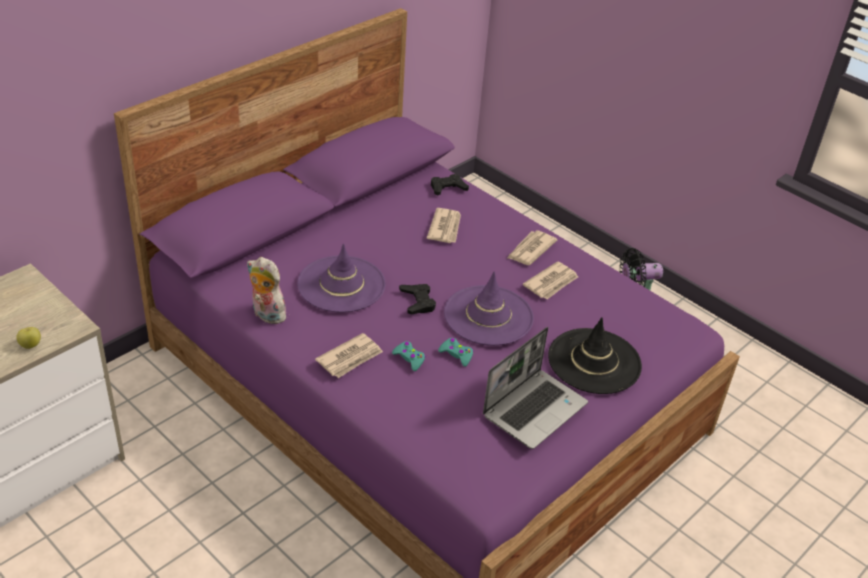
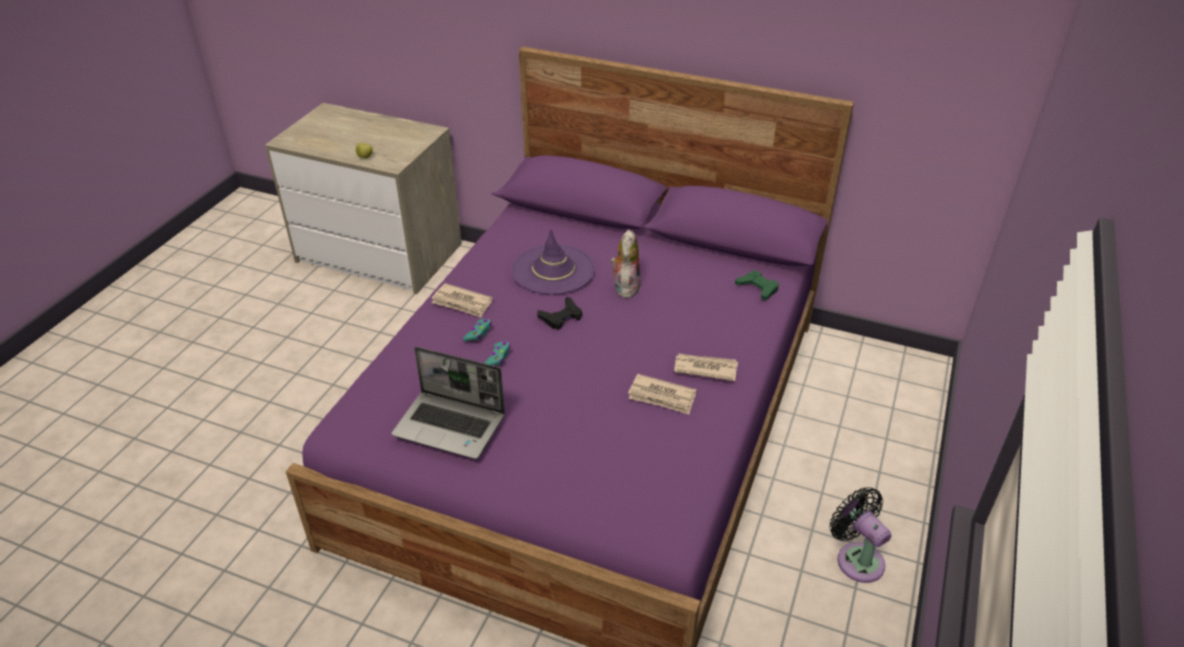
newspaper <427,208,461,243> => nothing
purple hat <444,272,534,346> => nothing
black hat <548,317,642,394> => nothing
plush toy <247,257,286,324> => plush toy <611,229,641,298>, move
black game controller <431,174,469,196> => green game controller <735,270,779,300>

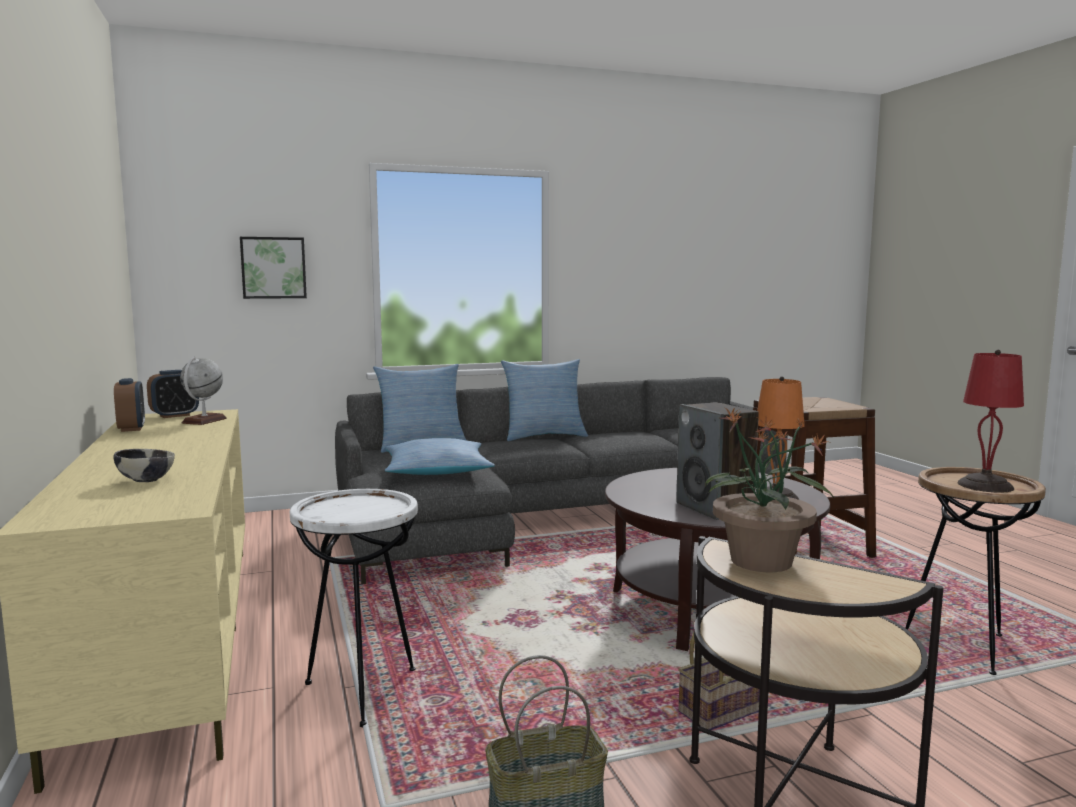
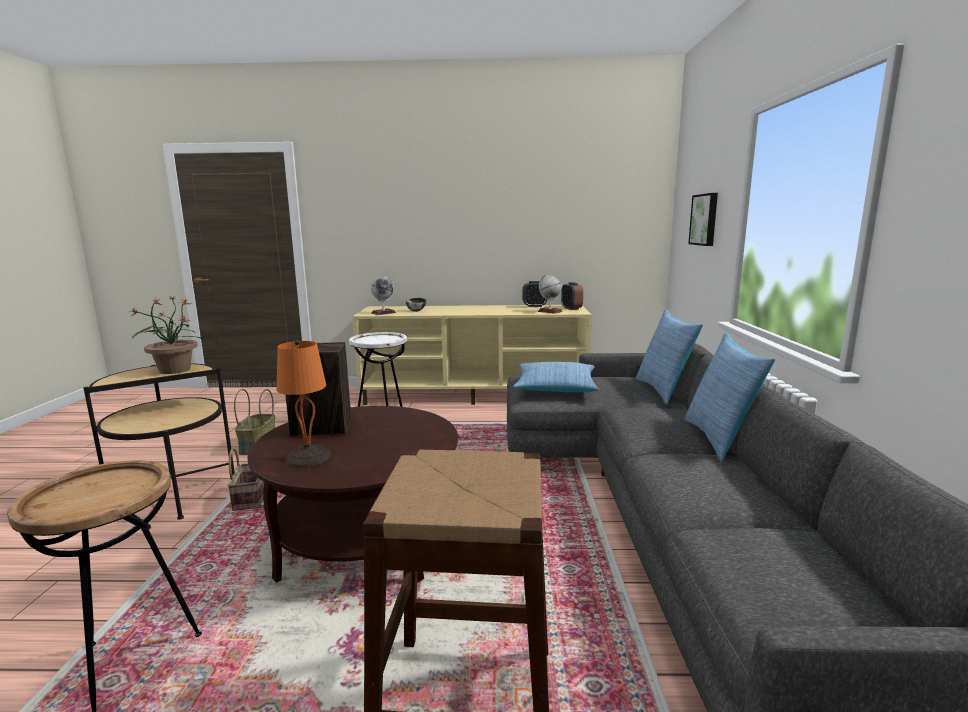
red table lamp <958,350,1024,493> => nothing
nothing => globe <371,276,396,315>

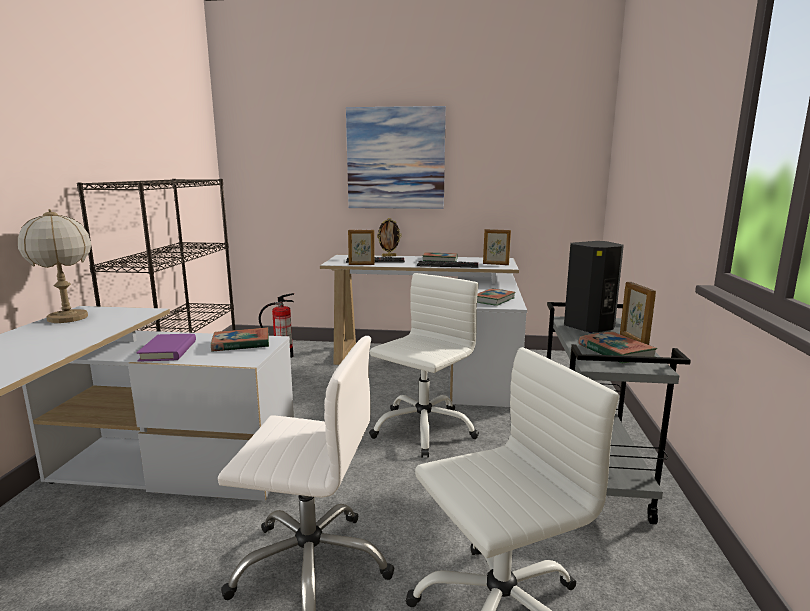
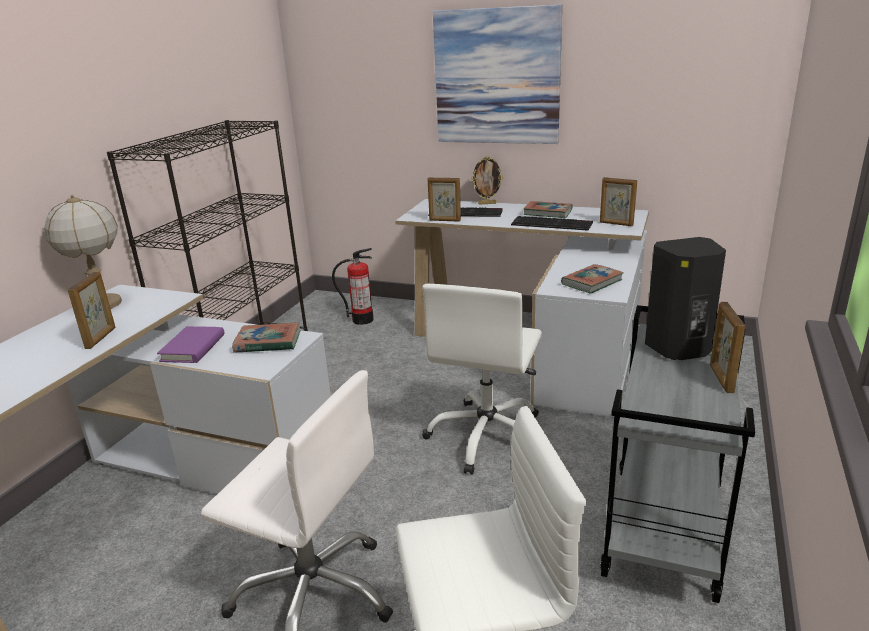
book <578,332,658,364> => nothing
nothing => picture frame <68,271,116,349>
white office chair <369,273,479,458> => white office chair <422,284,542,475>, 150 degrees clockwise

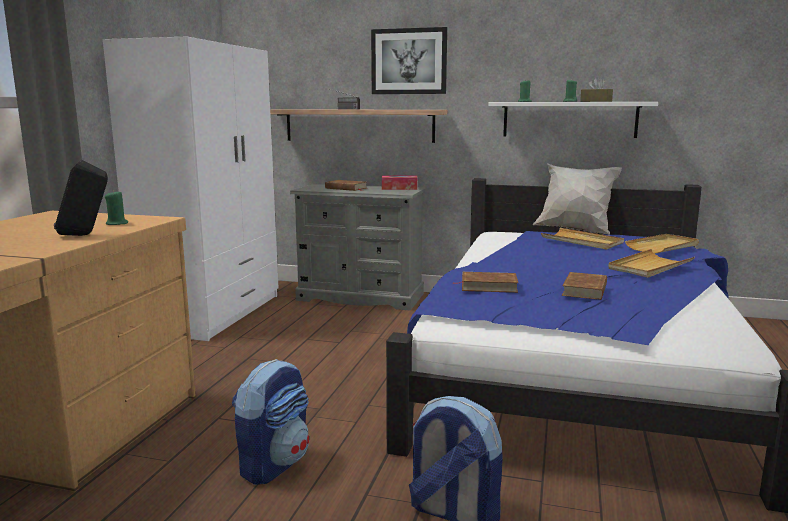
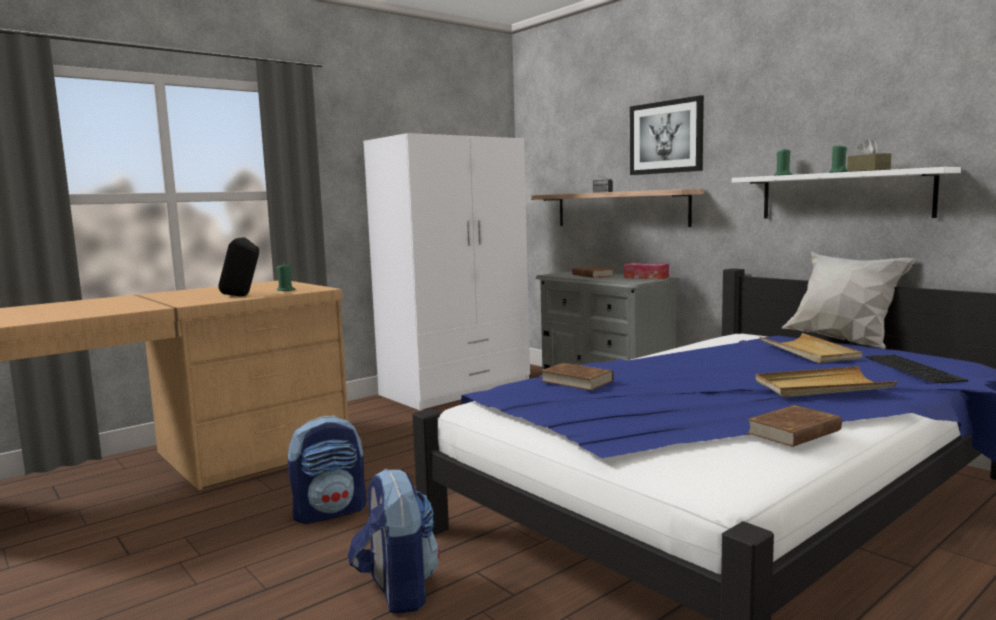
brown book <562,272,607,300> => brown book <746,405,842,447>, move
beige tray <625,234,699,254> => keyboard <865,355,968,383>

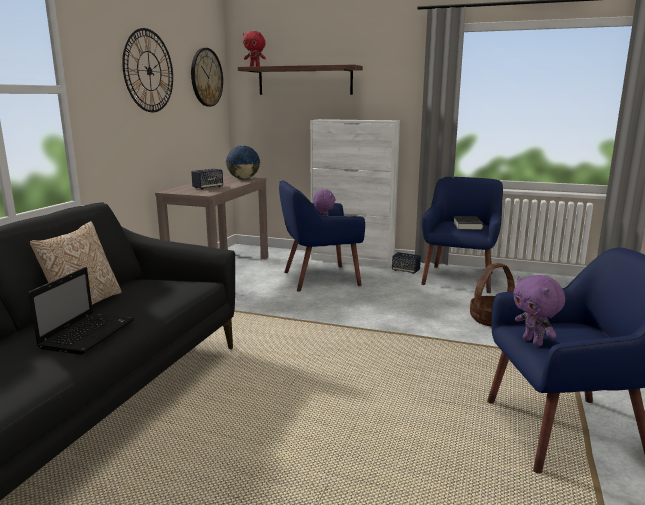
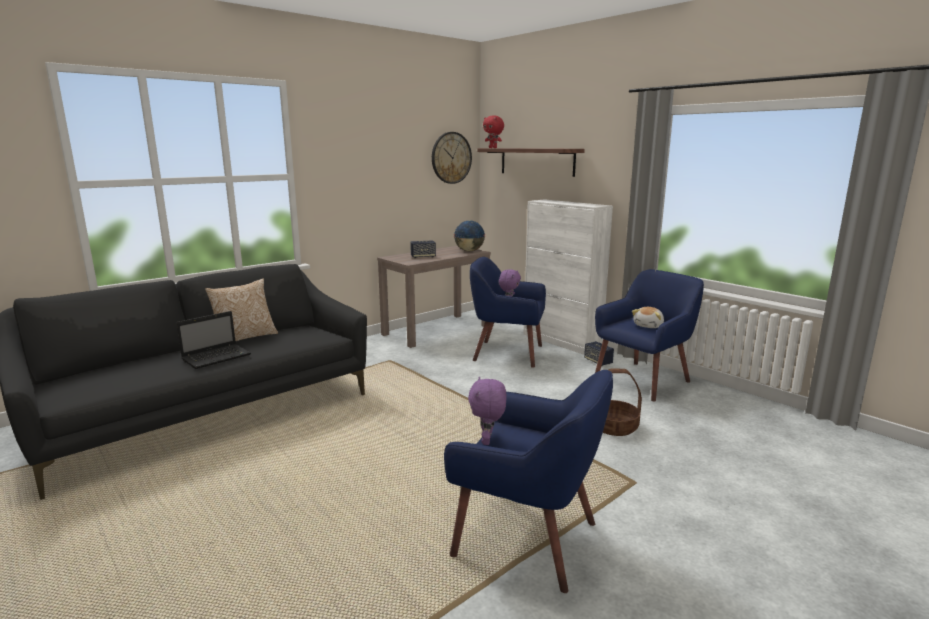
wall clock <122,28,173,112> => nothing
black book <453,216,484,231> => plush toy <632,307,664,328>

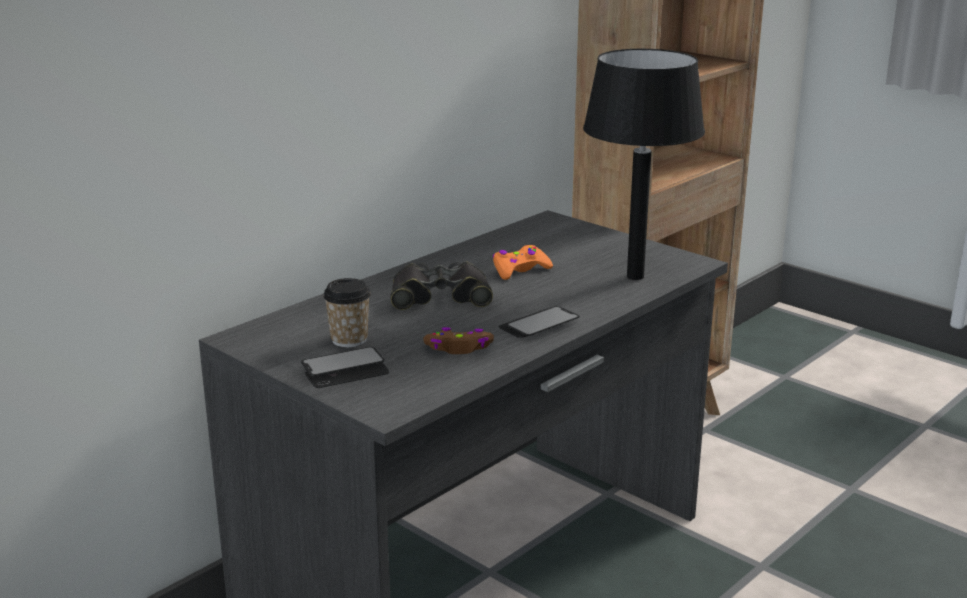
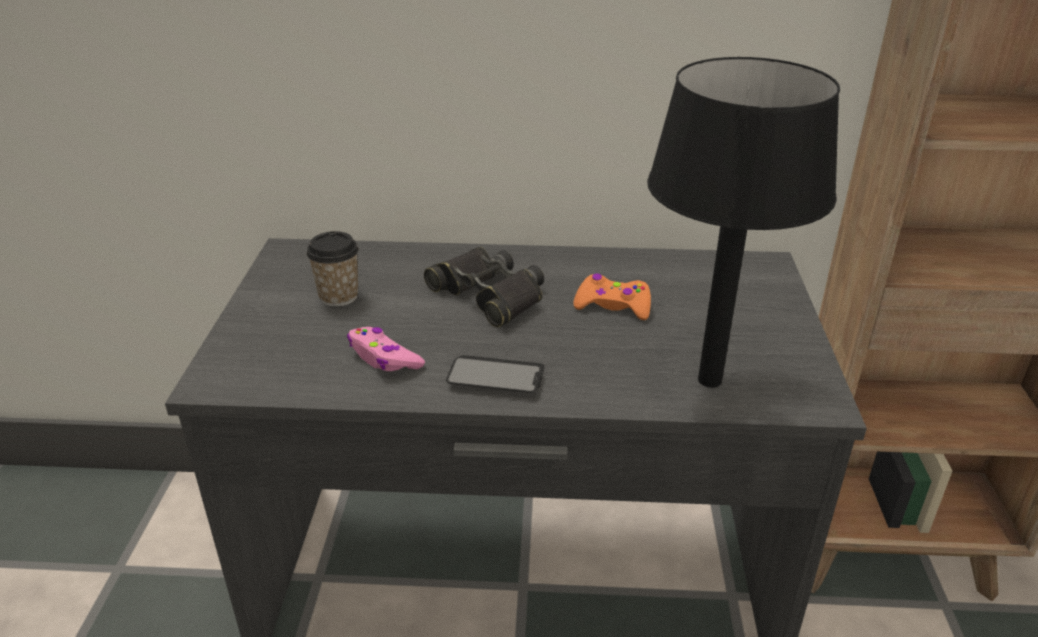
phone <301,347,389,388> => nothing
brown game controller <423,327,494,354> => pink game controller <347,327,425,371>

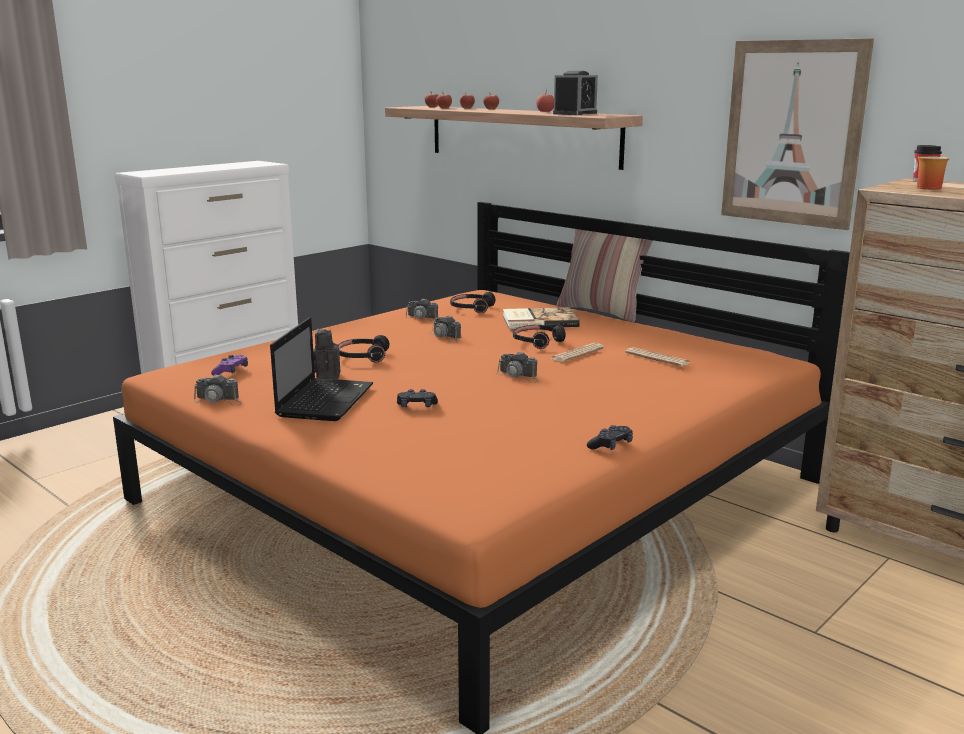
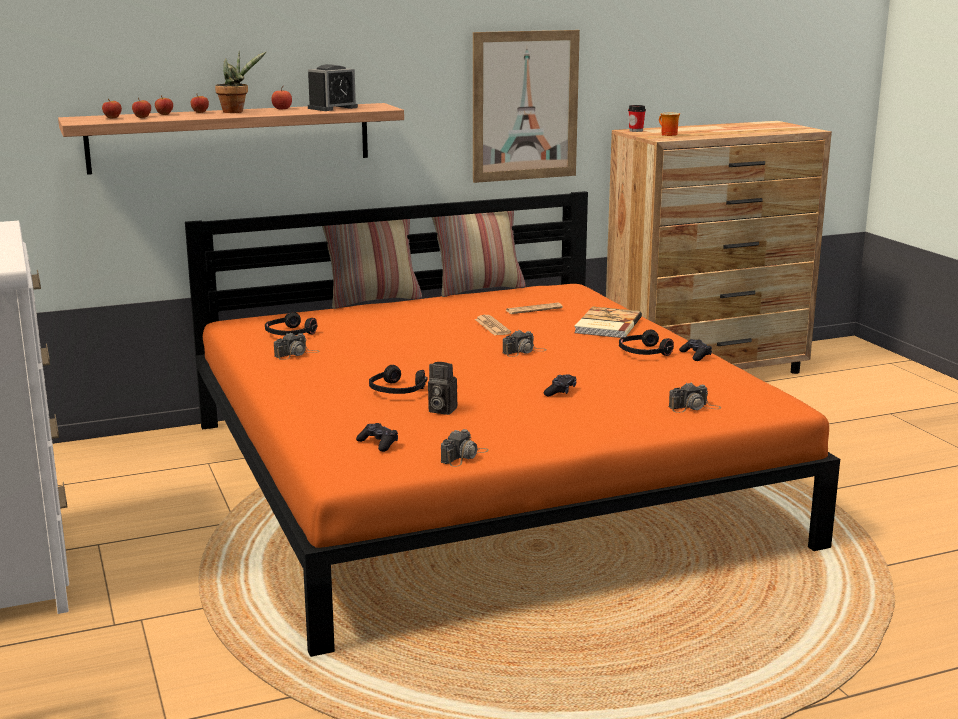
laptop <270,317,373,421> => nothing
nothing => potted plant <215,51,266,113>
nothing => pillow <432,211,526,297>
photo camera <429,316,461,343> => photo camera <669,382,721,413>, move
book <503,307,580,329> => book <574,307,642,338>, move
black headphones <513,325,566,349> => black headphones <619,330,674,356>, move
purple game controller <211,355,248,376> => black game controller <356,423,398,452>
alarm clock <553,71,598,115> => alarm clock <308,64,358,111>, 75 degrees clockwise

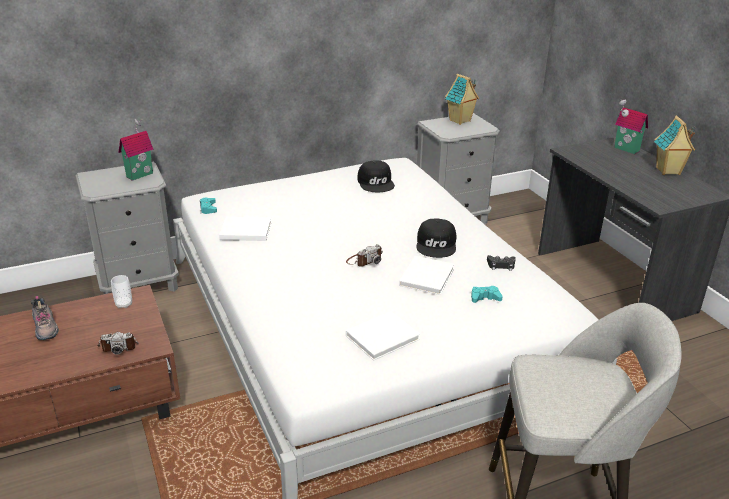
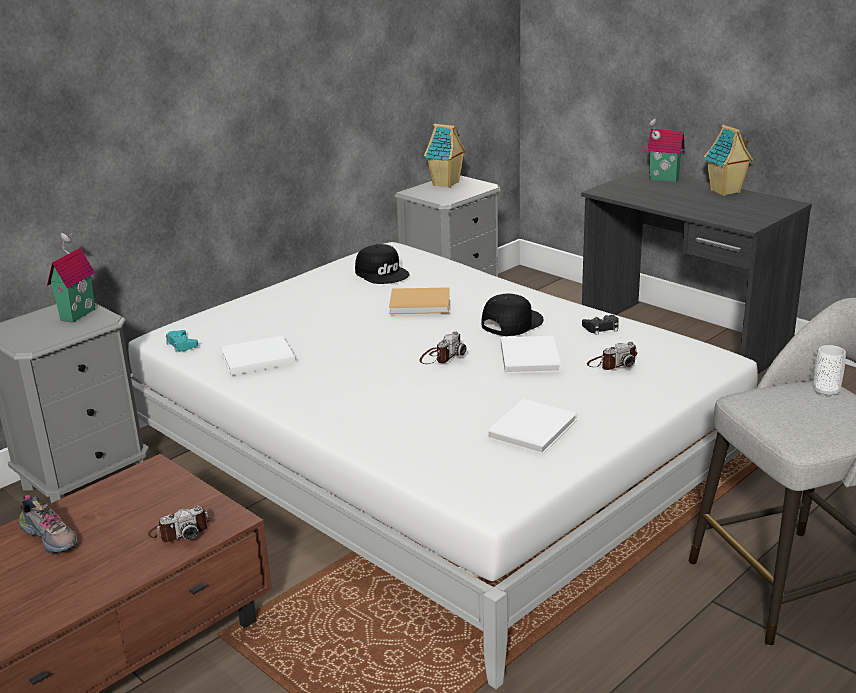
nothing => beige book <389,287,450,314>
cup <111,275,132,308> => cup <813,345,846,397>, move
turquoise game controller <471,286,503,303> => photo camera <587,342,637,370>
black cap <416,219,456,258> => black cap <482,294,544,336>, 120 degrees counterclockwise

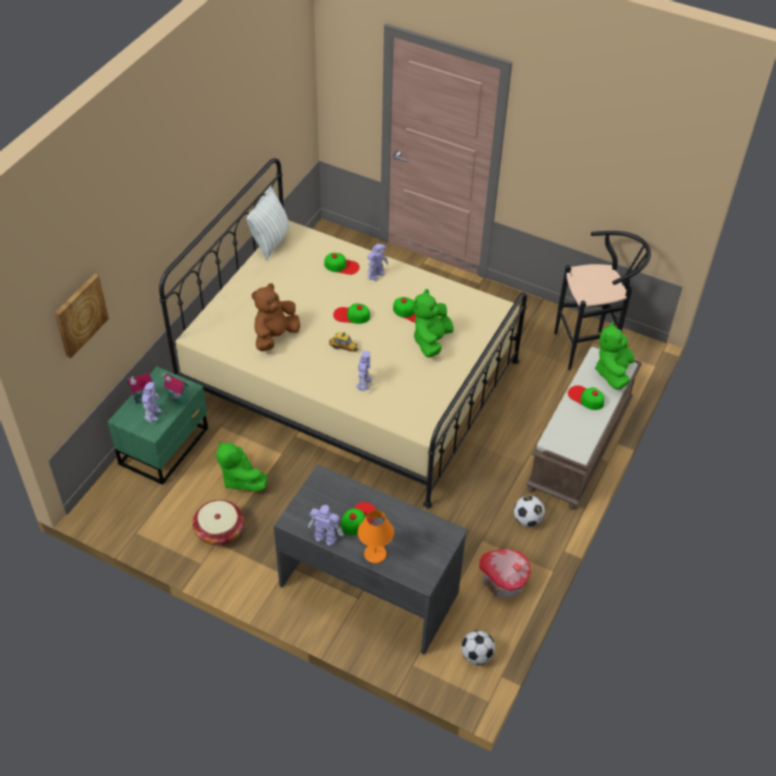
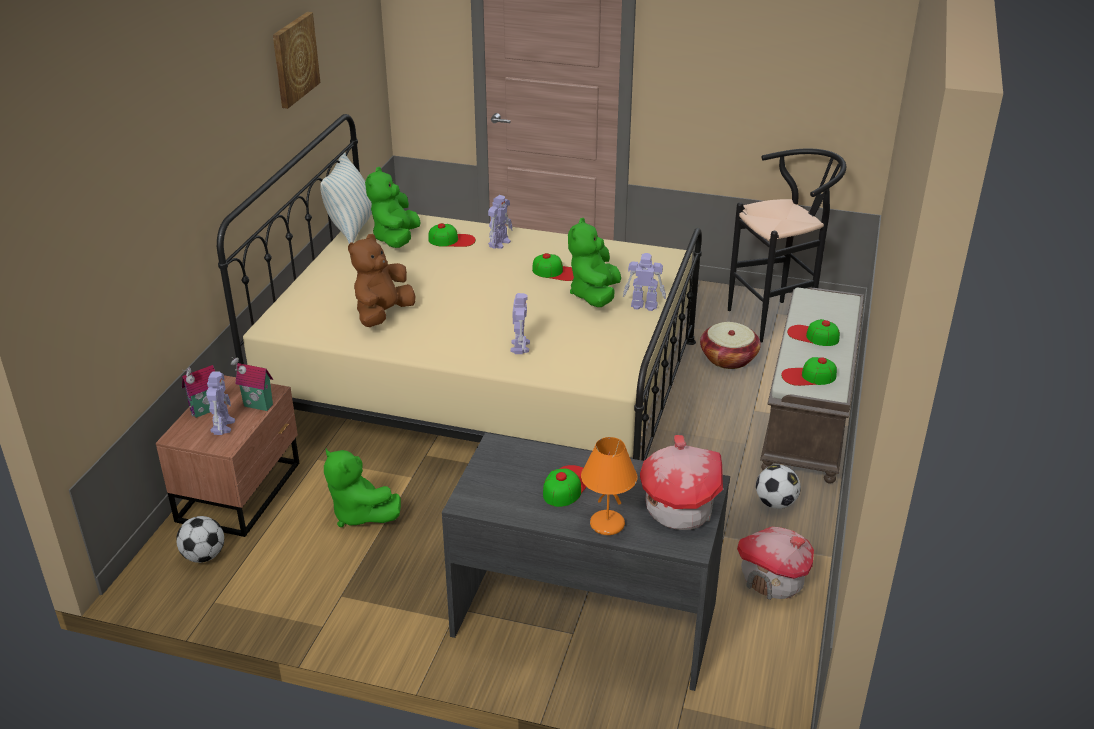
toy car <329,332,359,352> => nothing
nothing => toy house <640,435,723,530>
picture <55,273,109,358> => picture <273,12,320,109>, move
basket <192,500,244,545> => basket <700,322,761,369>, move
toy robot <308,505,344,546> => toy robot <623,253,666,311>, move
cap <333,303,370,324> => cap <781,357,837,386>, move
football <461,630,495,665> => football <176,516,224,563>, move
green plush toy <595,322,634,390> => green plush toy <365,167,421,248>, move
green nightstand <108,367,208,485> => brown nightstand <156,375,299,537>

